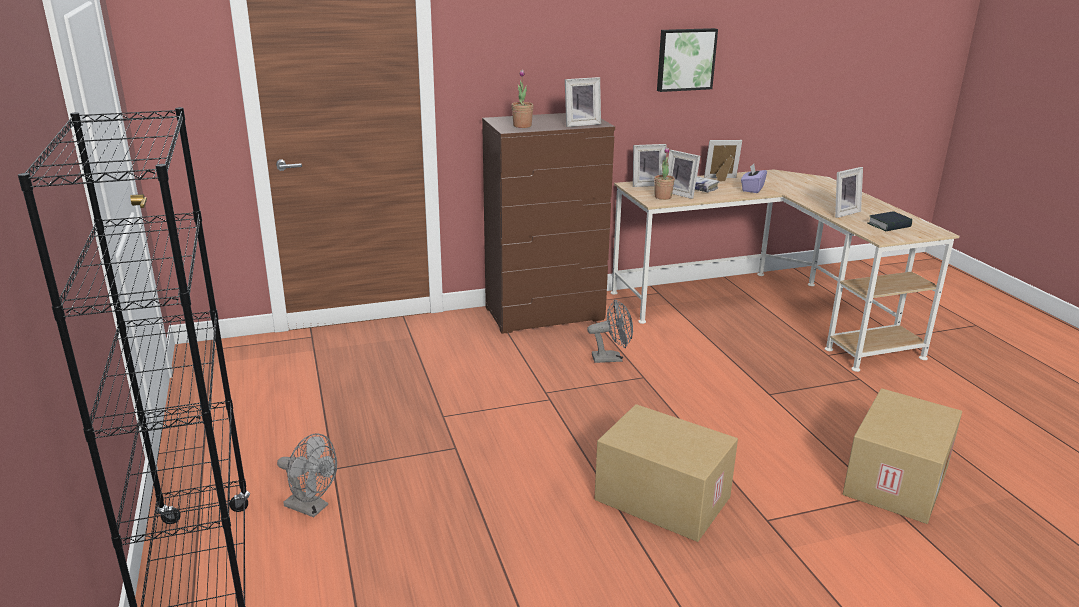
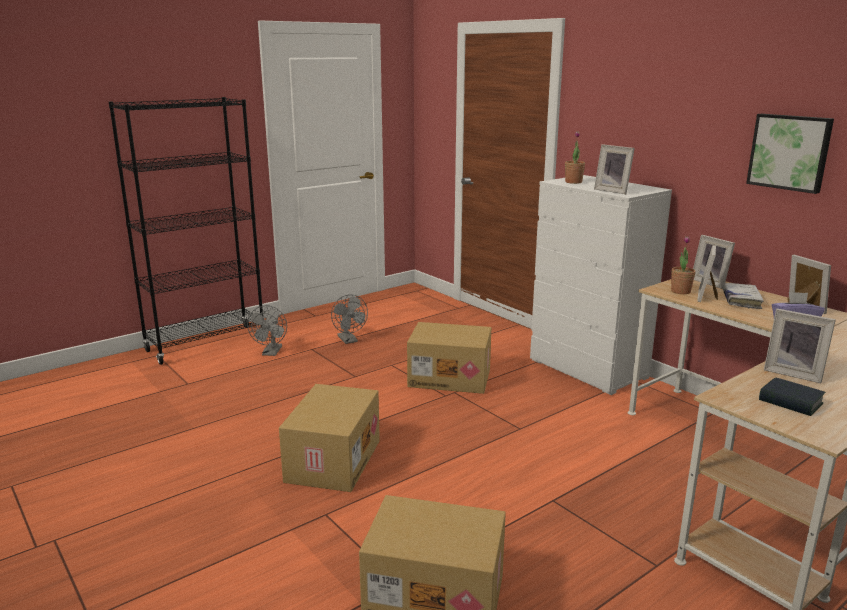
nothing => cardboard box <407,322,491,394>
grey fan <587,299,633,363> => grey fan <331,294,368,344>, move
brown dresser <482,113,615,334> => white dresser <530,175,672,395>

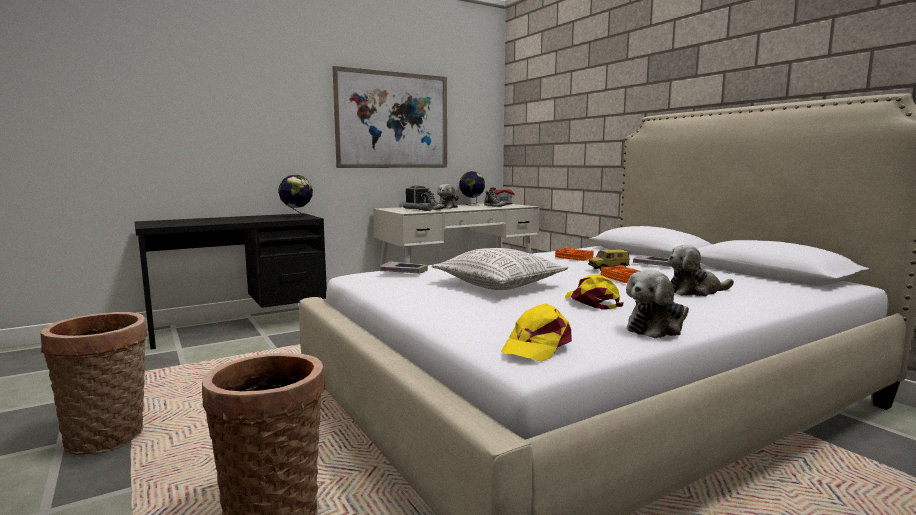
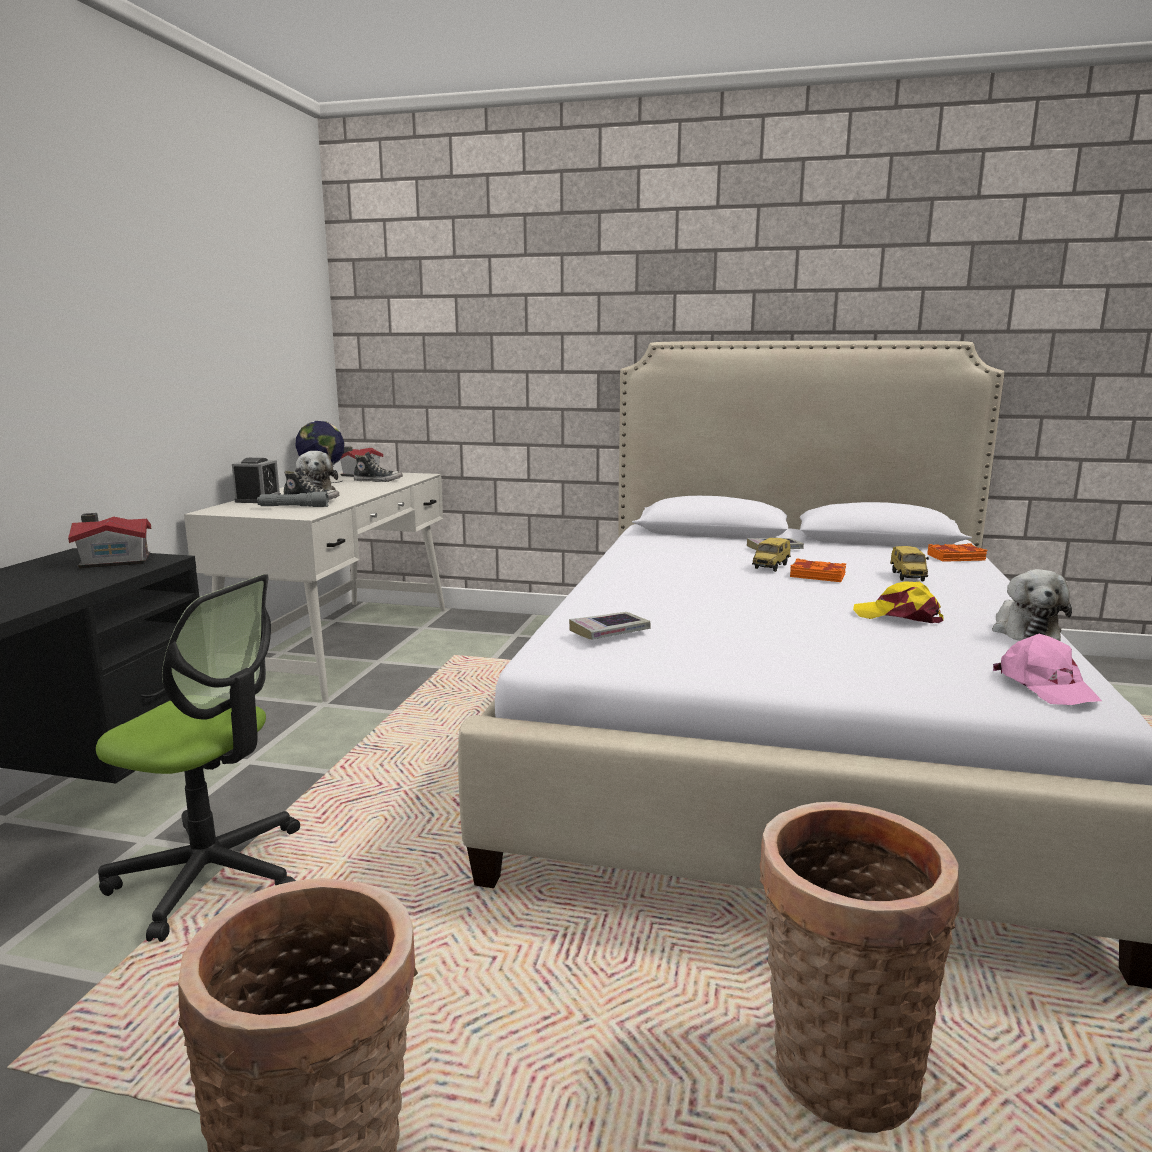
picture <332,66,447,168> => nothing
pillow <432,248,568,290> => nothing
nothing => office chair <96,574,300,942>
orange book <555,248,594,261> => orange book <927,543,987,562>, move
globe <278,175,313,218> => toy house <68,513,152,569>
plush toy <668,245,734,296> => toy car <890,546,929,582>
yellow cap <501,303,572,362> => pink cap <993,634,1102,705>

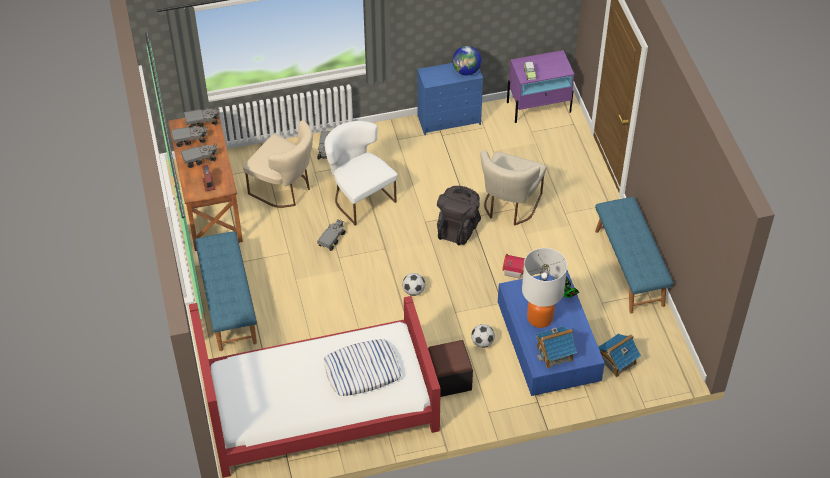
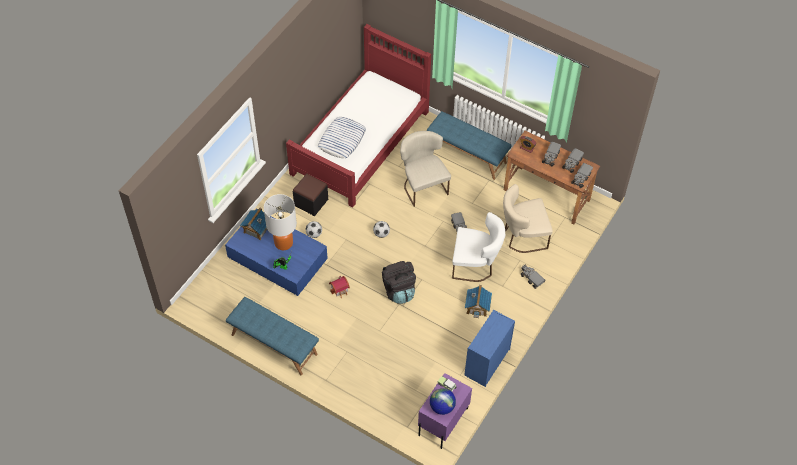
globe <452,46,482,75> => globe <430,388,456,415>, move
beige chair <480,150,546,225> => beige chair <400,131,451,207>, move
toy house <598,334,641,377> => toy house <465,285,492,318>, move

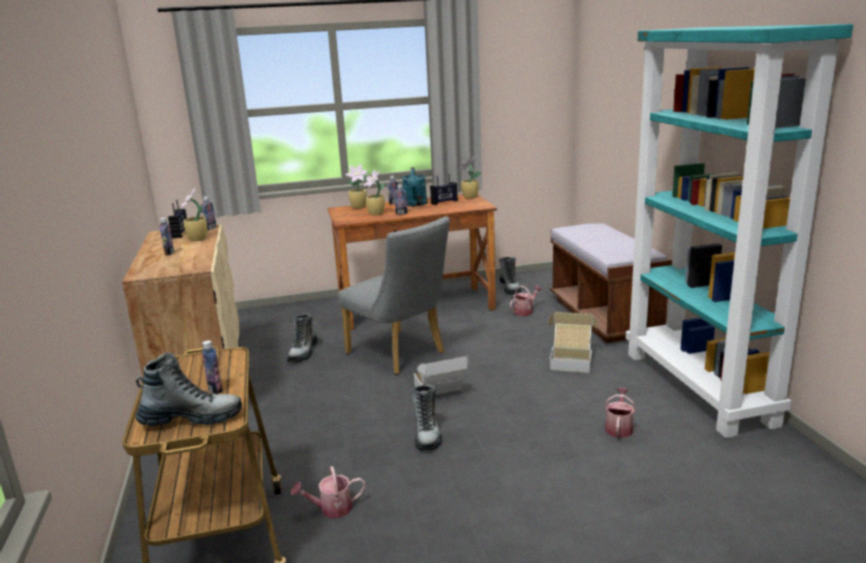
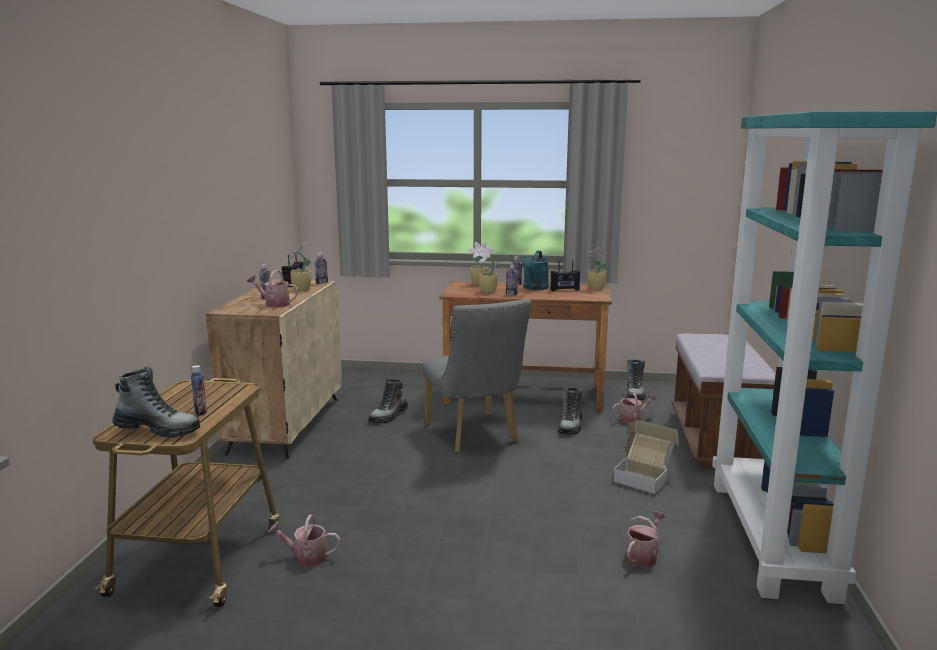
cardboard box <414,355,469,395> => nothing
nothing => watering can <247,270,298,307>
boot <411,385,442,450> => boot <558,387,583,435>, move

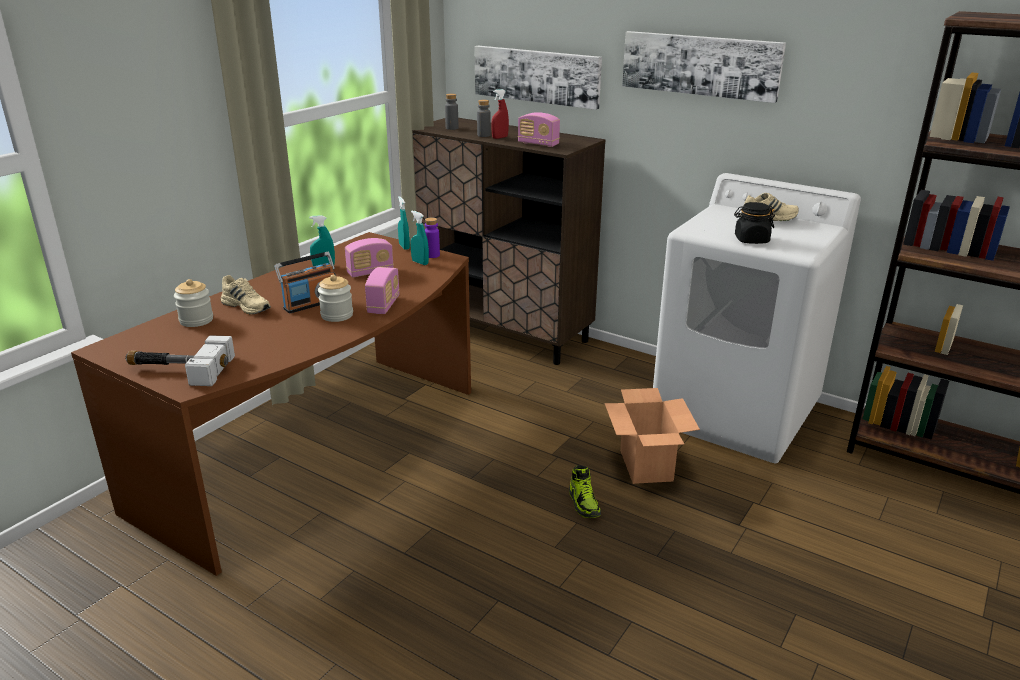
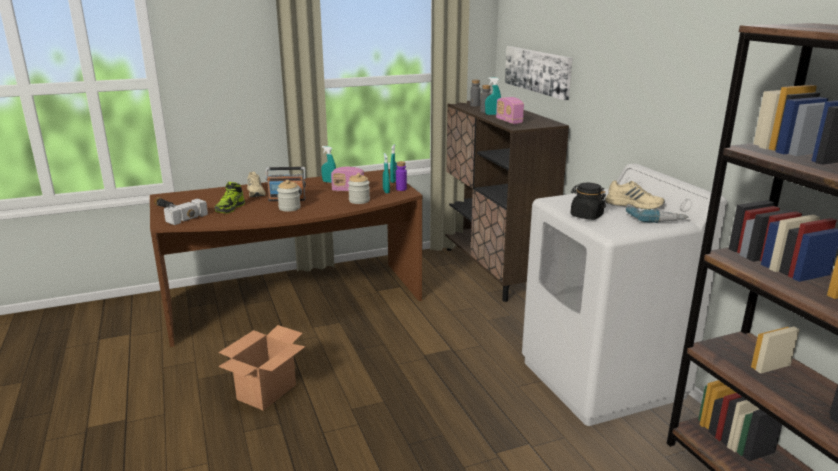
radio <365,267,400,314> => nothing
picture <622,31,786,103> => nothing
nothing => power drill <626,207,688,223>
jar <174,279,213,327> => jar <348,173,370,204>, move
shoe <569,465,601,518> => shoe <215,182,245,213>, move
cardboard box <605,388,700,484> => cardboard box <218,325,306,411>, move
red spray bottle <491,89,509,139> => turquoise spray bottle <485,77,501,115>

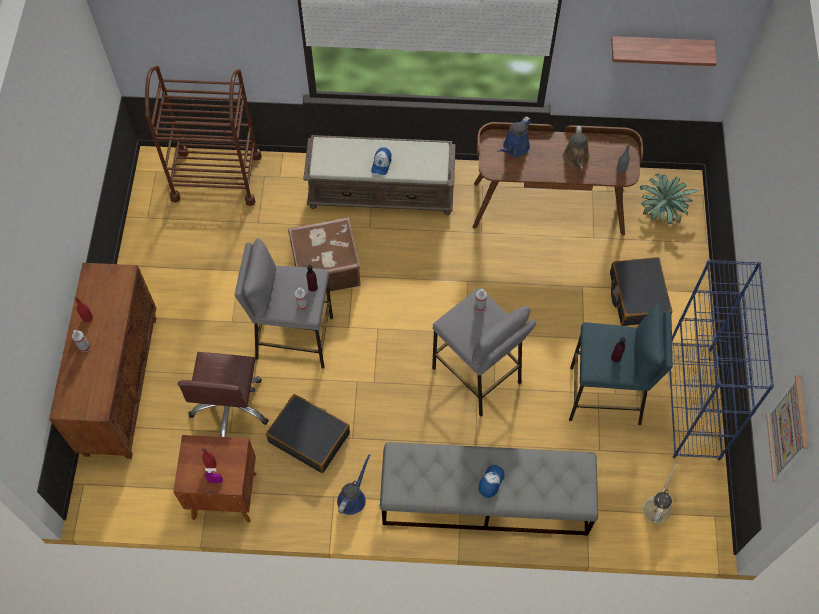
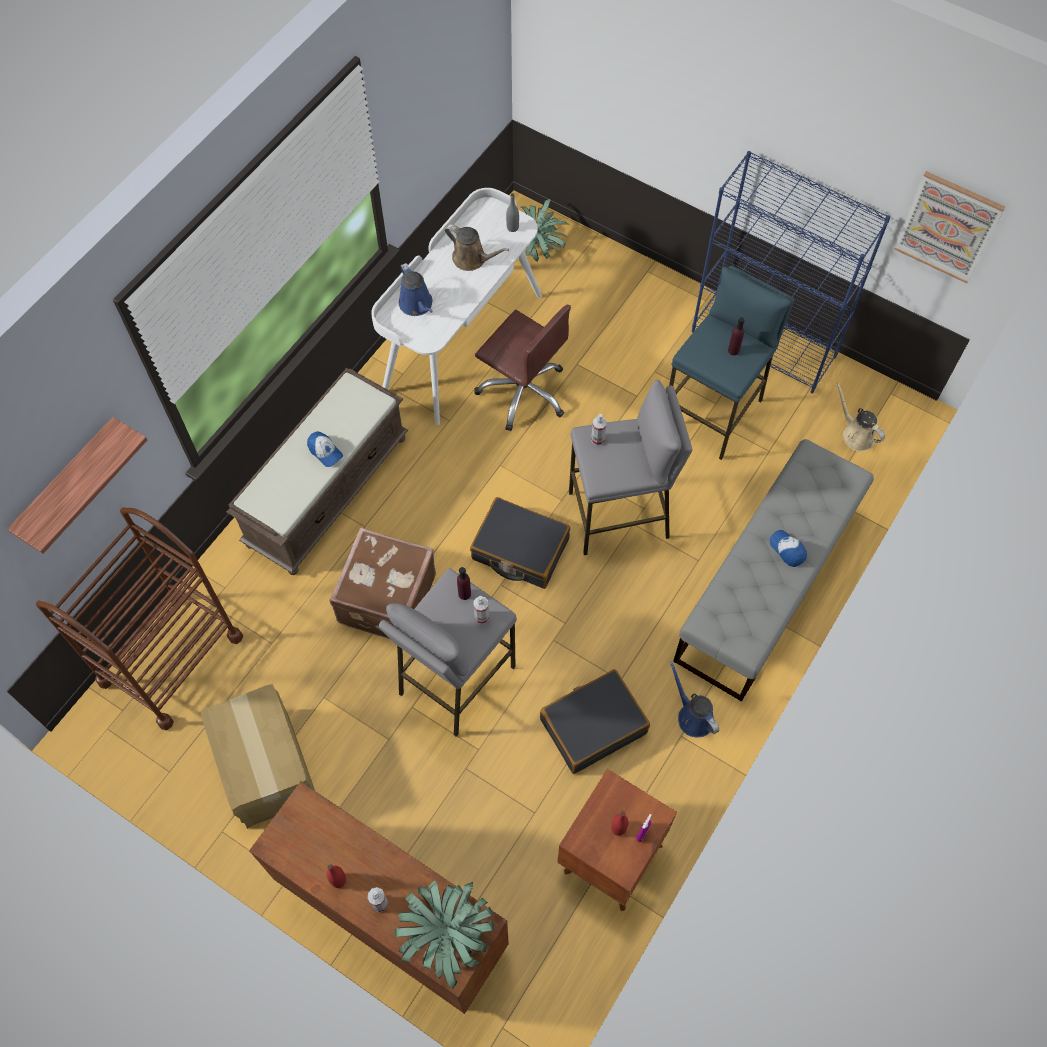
nothing => cardboard box <201,684,315,829>
nothing => potted plant <395,880,494,989>
brown office chair <177,352,269,437> => brown office chair <474,305,571,431>, move
black suitcase <610,257,672,326> => black suitcase <470,497,570,589>, move
shelf <612,36,717,66> => shelf <7,417,147,554>, move
brown desk <473,122,643,236> => white desk <371,188,542,425>

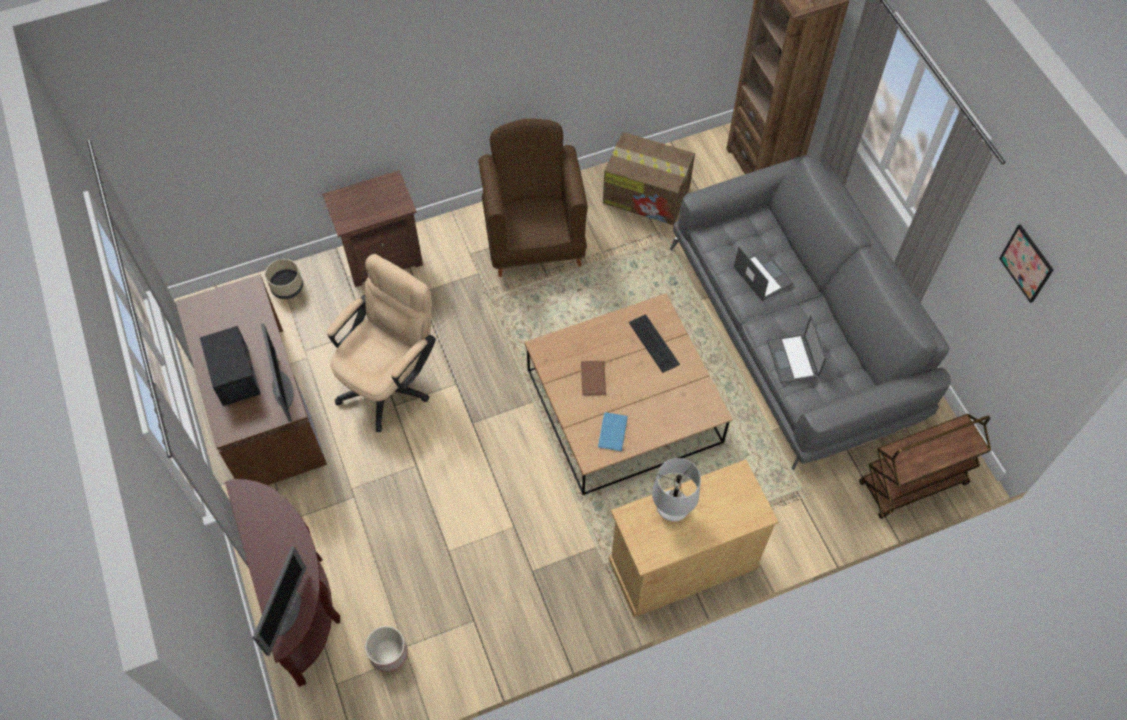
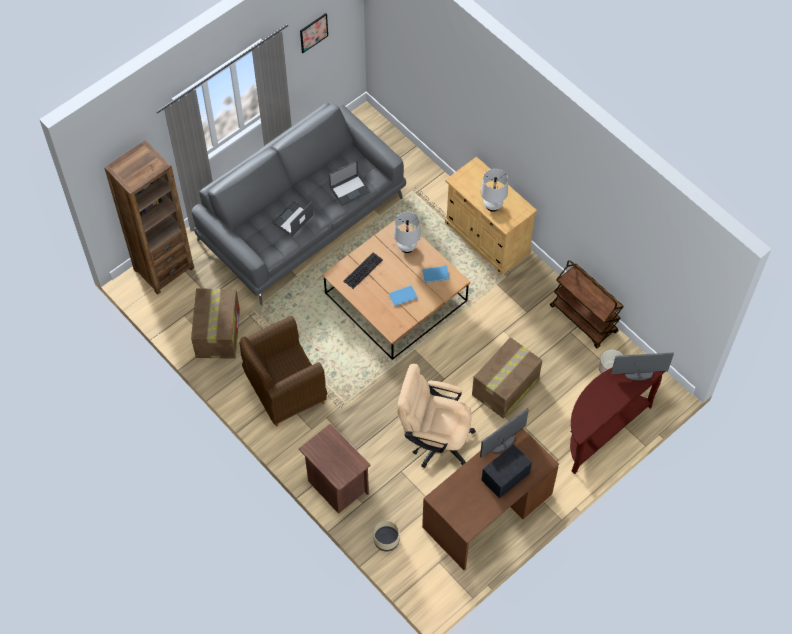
nothing => white table lamp <394,212,421,253>
nothing => cardboard box <472,337,542,419>
brown cart <859,414,991,519> => brown cart <550,260,624,348>, move
brown book <581,361,606,396> => blue book <388,285,417,306>

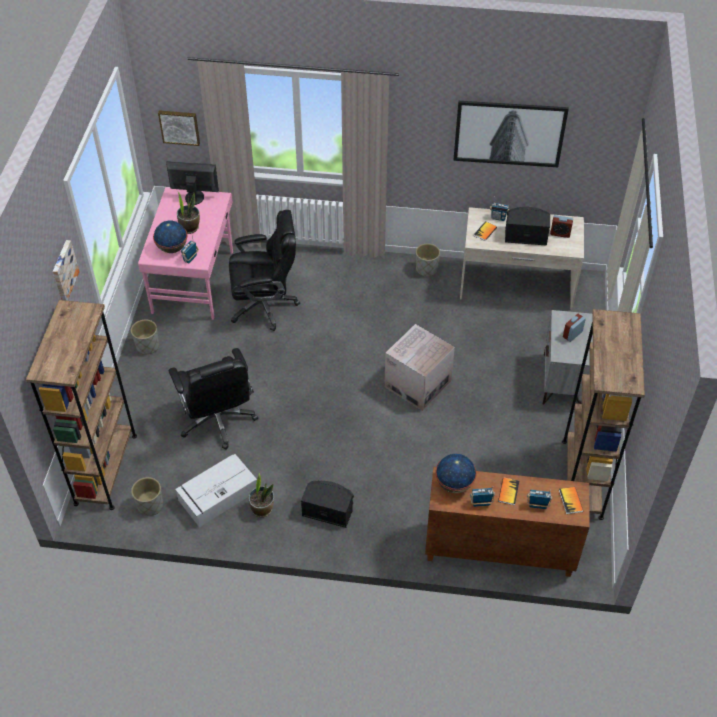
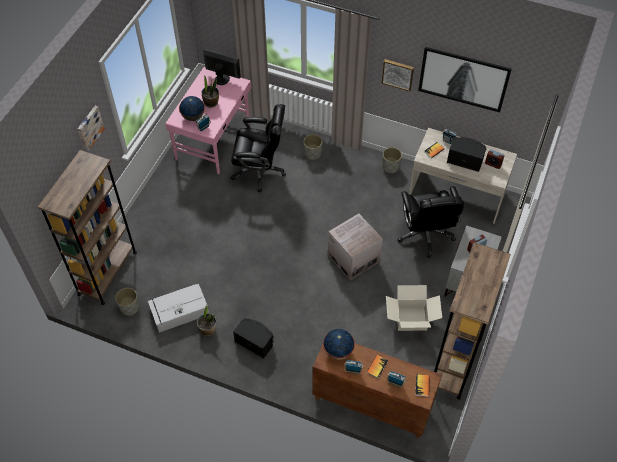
nothing => cardboard box <386,285,442,331>
grey planter <131,320,159,355> => grey planter <303,134,323,160>, move
picture <158,110,200,146> => picture <382,59,414,91>, move
black office chair <169,348,258,450> => black office chair <398,186,464,258>, move

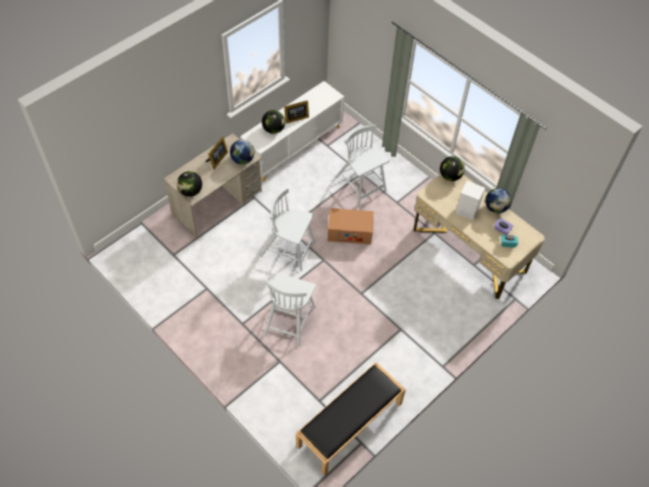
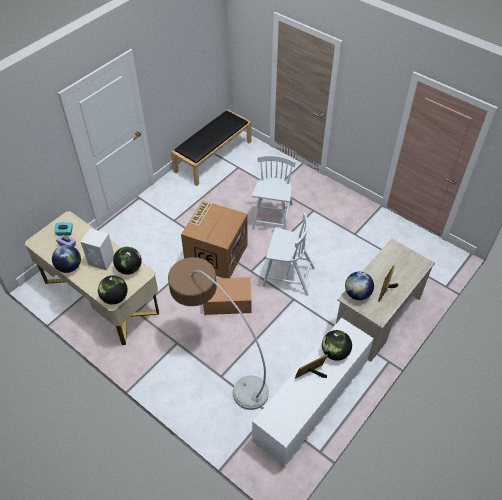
nothing => cardboard box <181,200,248,278>
globe <177,171,202,197> => globe <113,247,142,274>, move
white chair <335,125,389,206> => floor lamp <168,257,269,410>

